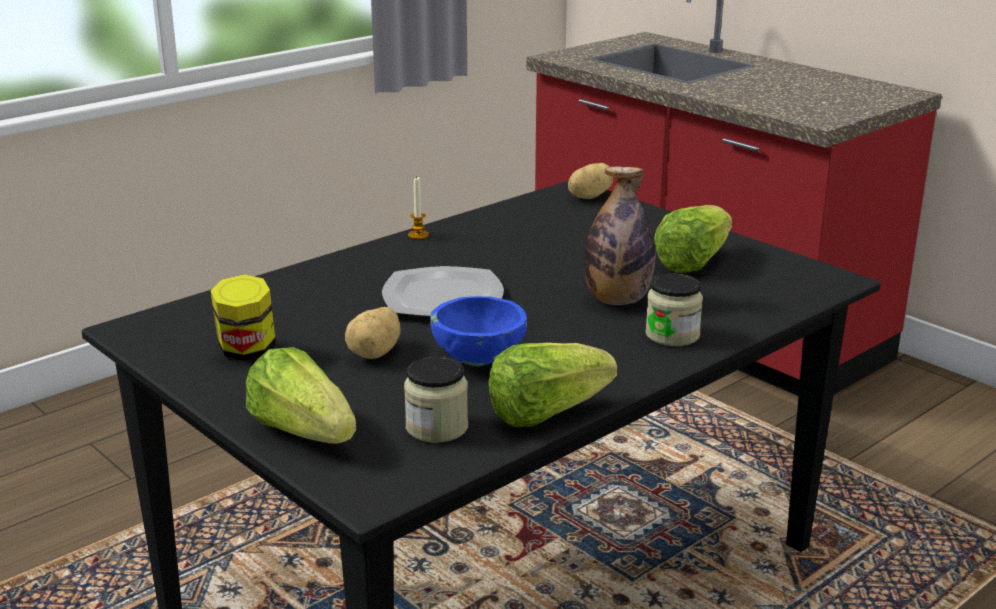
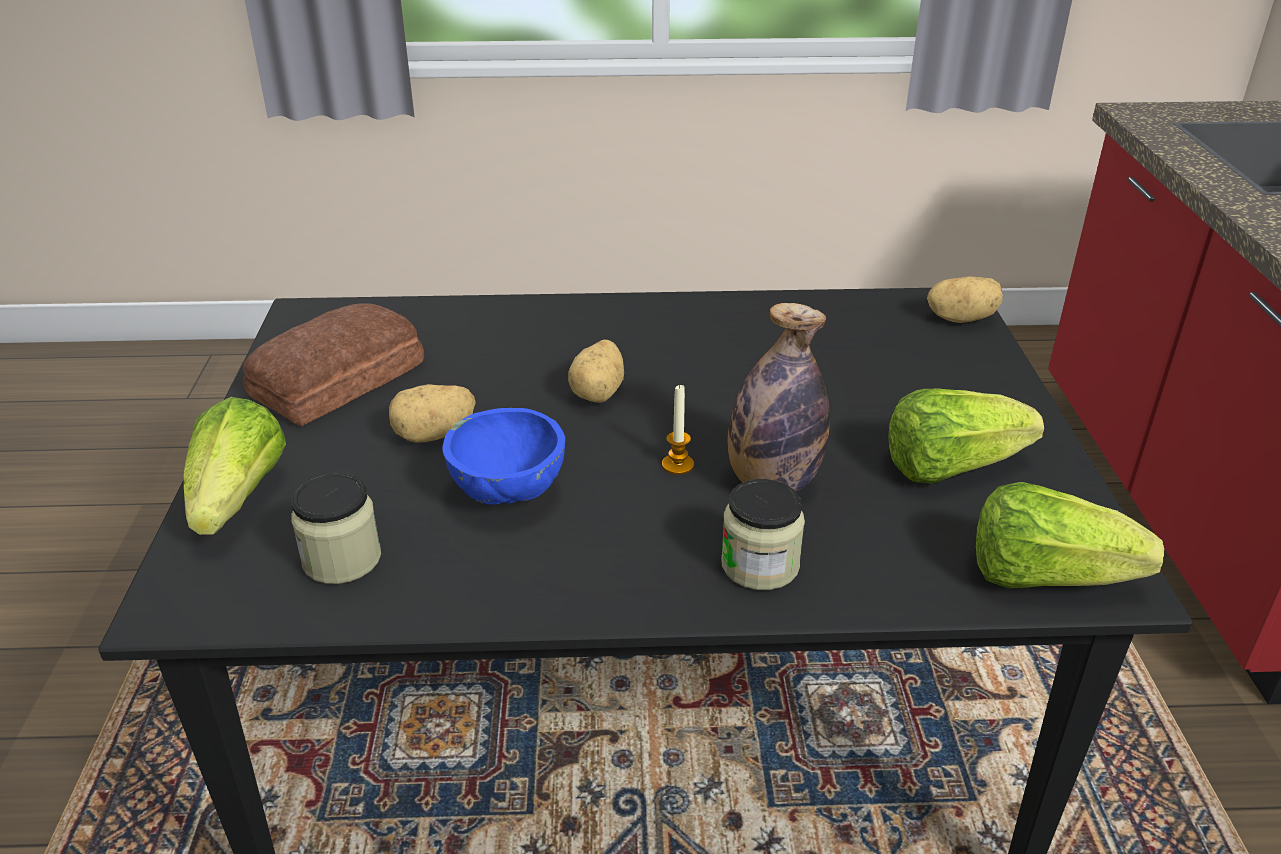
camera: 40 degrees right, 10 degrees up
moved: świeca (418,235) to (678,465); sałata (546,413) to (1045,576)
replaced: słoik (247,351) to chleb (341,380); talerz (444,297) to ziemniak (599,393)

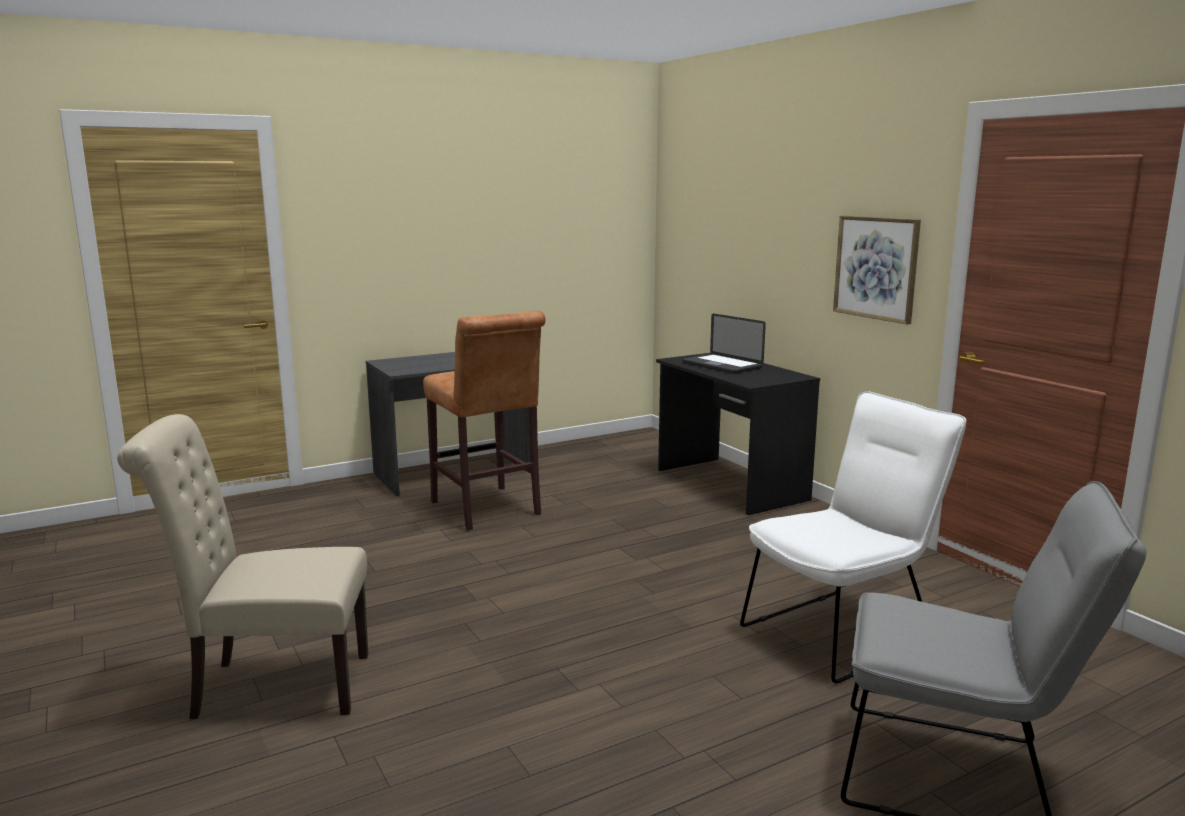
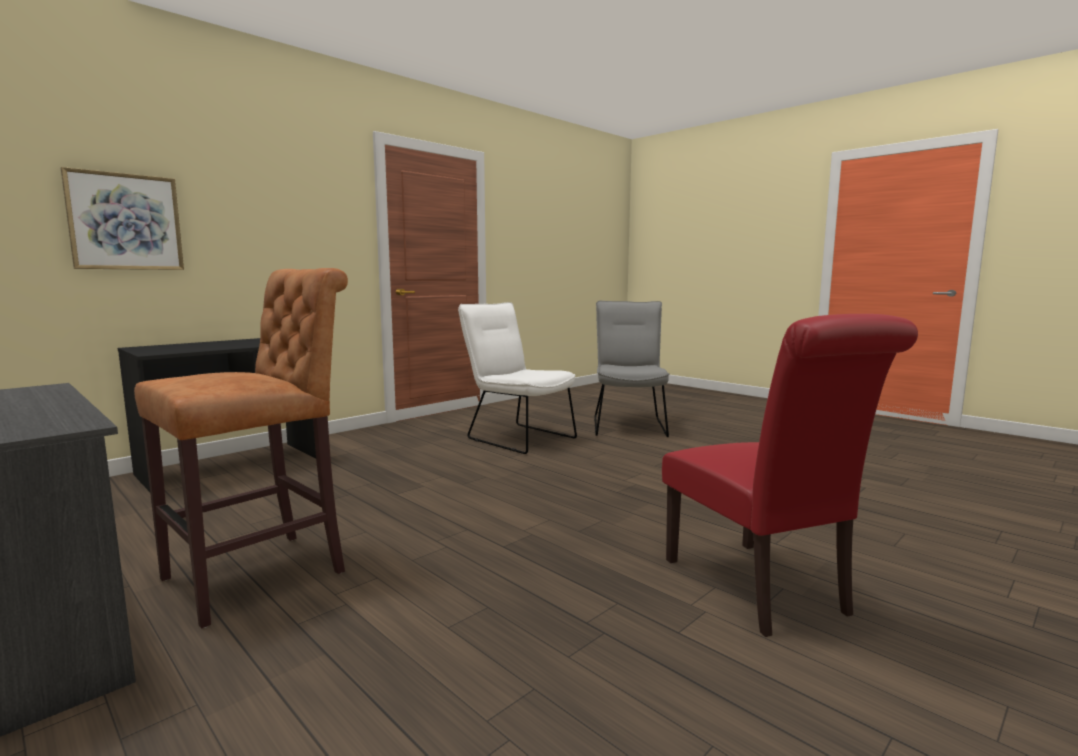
camera: 105 degrees left, 5 degrees down
removed: laptop (722,365)
moved: obraz (876,268) to (125,222)
recoloured: krzesło/beżowy (271,686) to krzesło/czerwony (761,590)

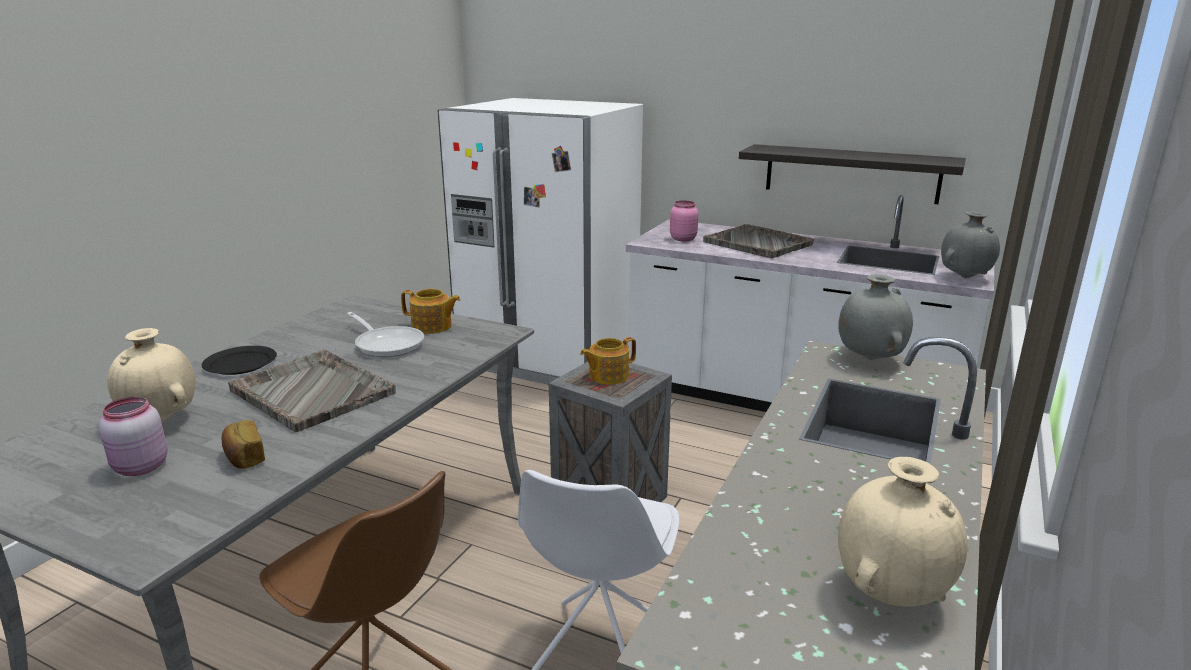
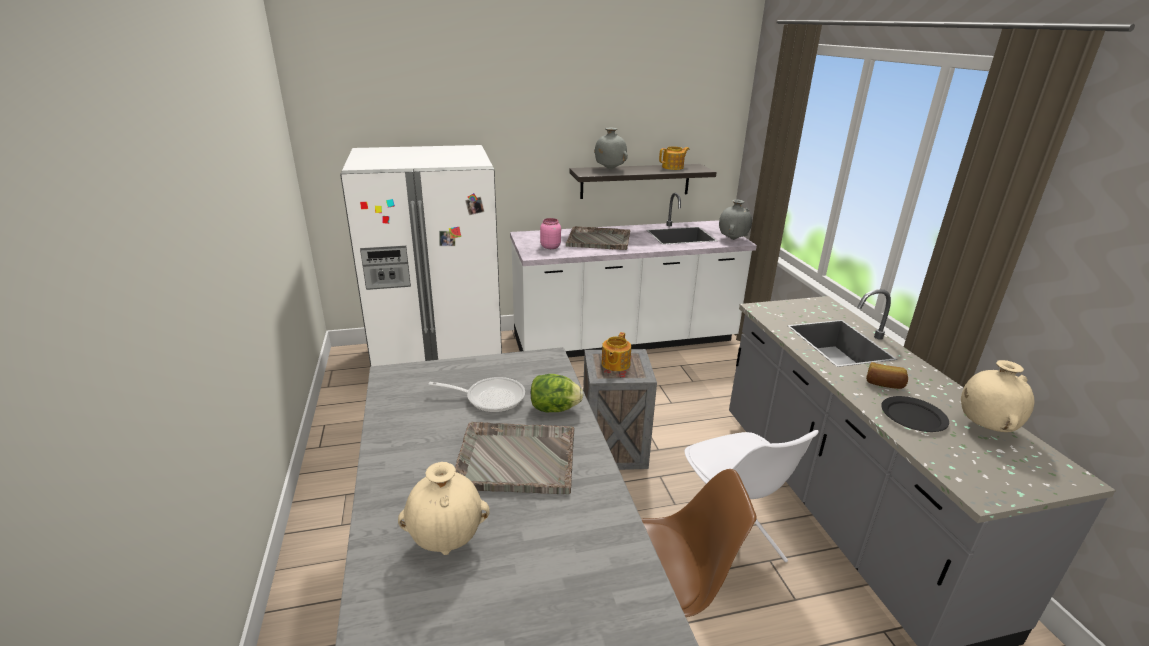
camera: 40 degrees left, 5 degrees up
removed: słoik/różowy (139,468)
added: sałata (554,409)
moved: wazon/szary (869,359) to (609,169); imbryk (432,327) to (673,167); chleb (244,457) to (884,384); talerz/czarny (241,363) to (913,416)

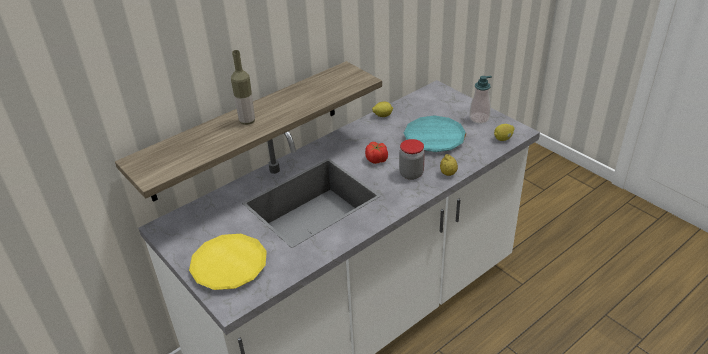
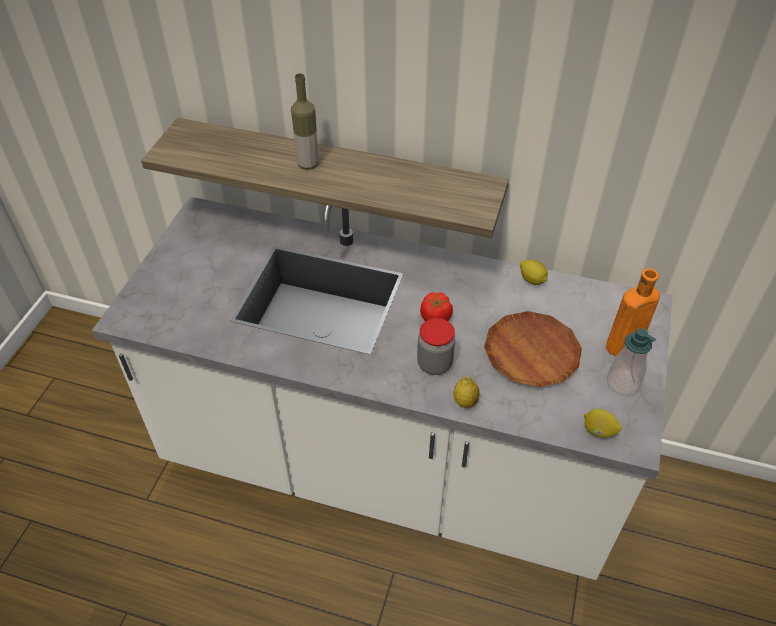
camera: 55 degrees right, 10 degrees up
removed: talerz/żółty (229,265)
added: butelka/pomarańczowy (621,347)
recoloured: talerz/turkusowy (434,138) to talerz/brązowy (531,353)

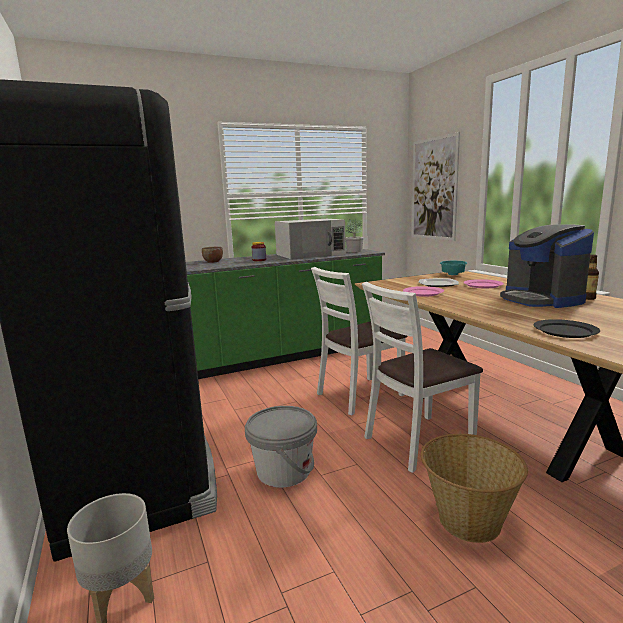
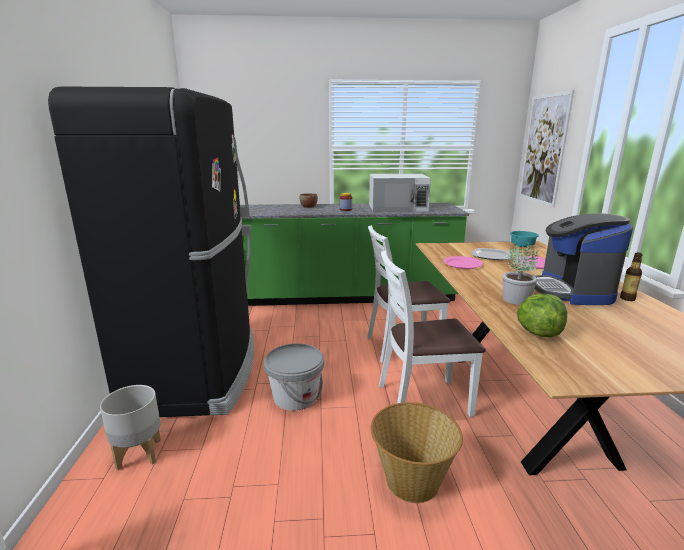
camera: 20 degrees right, 5 degrees up
moved: roślina doniczkowa (354,251) to (515,299)
replaced: talerz/czarny (565,331) to sałata (538,333)

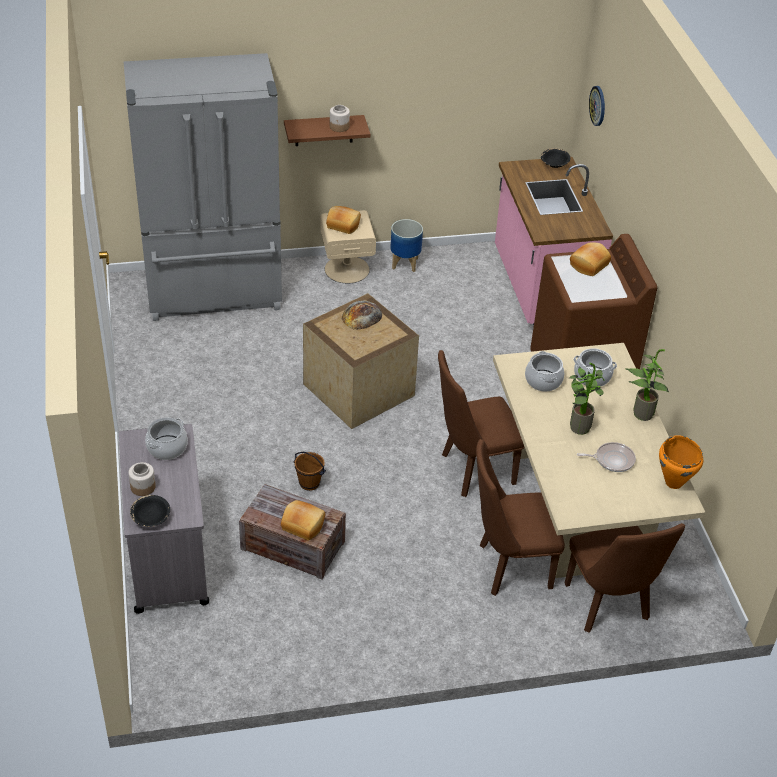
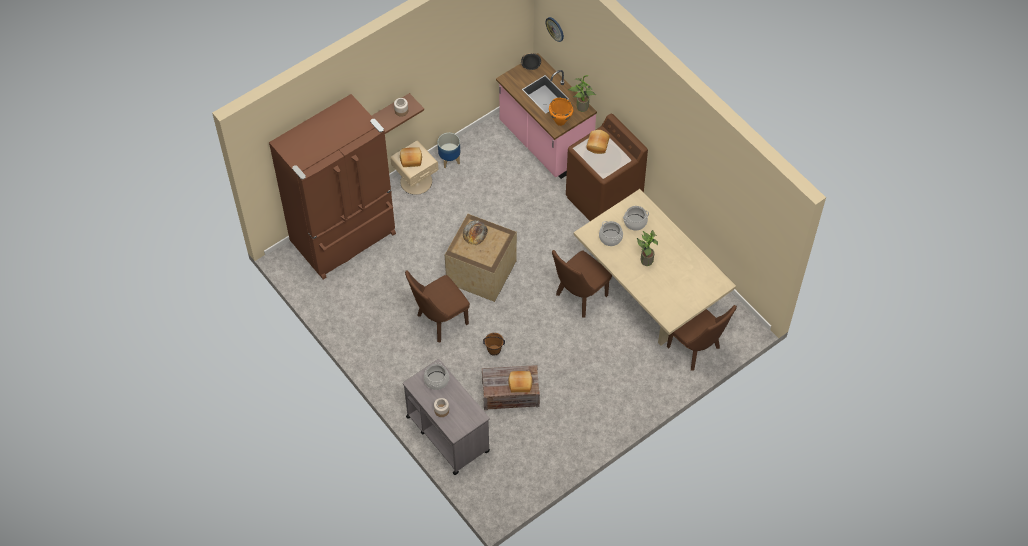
camera: 25 degrees left, 15 degrees up
removed: miska/czarny (151,518); patelnia (612,460)
moved: krzesło/brązowy (508,567) to (439,322); garnek/pomarańczowy (674,482) to (560,121); roślina doniczkowa (640,414) to (581,108)
recoloured: lodówka/szary (214,292) to lodówka/brązowy (345,239)

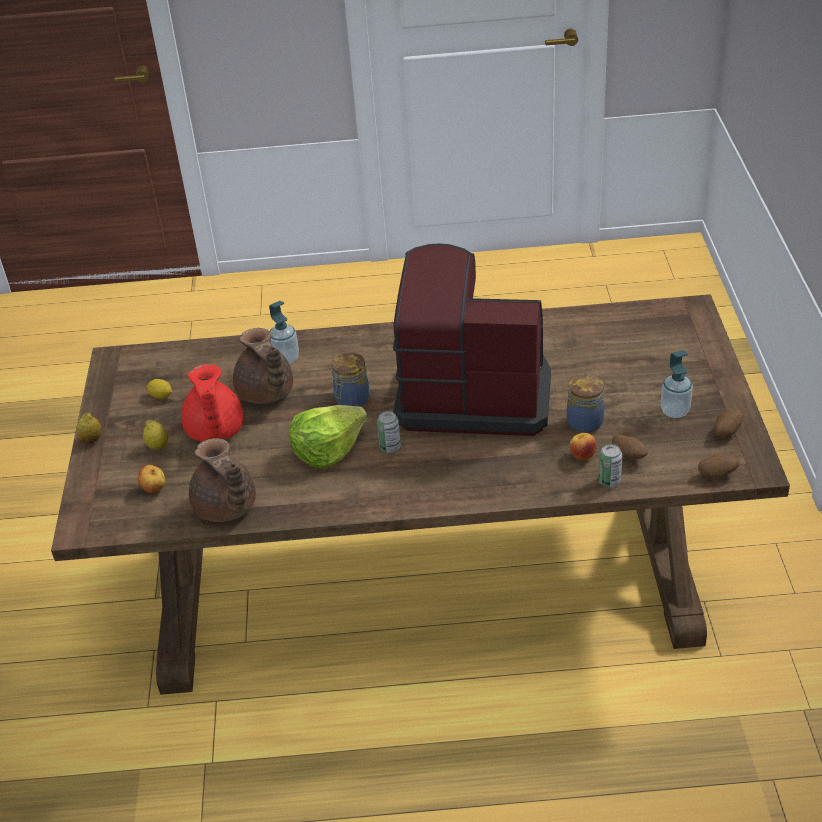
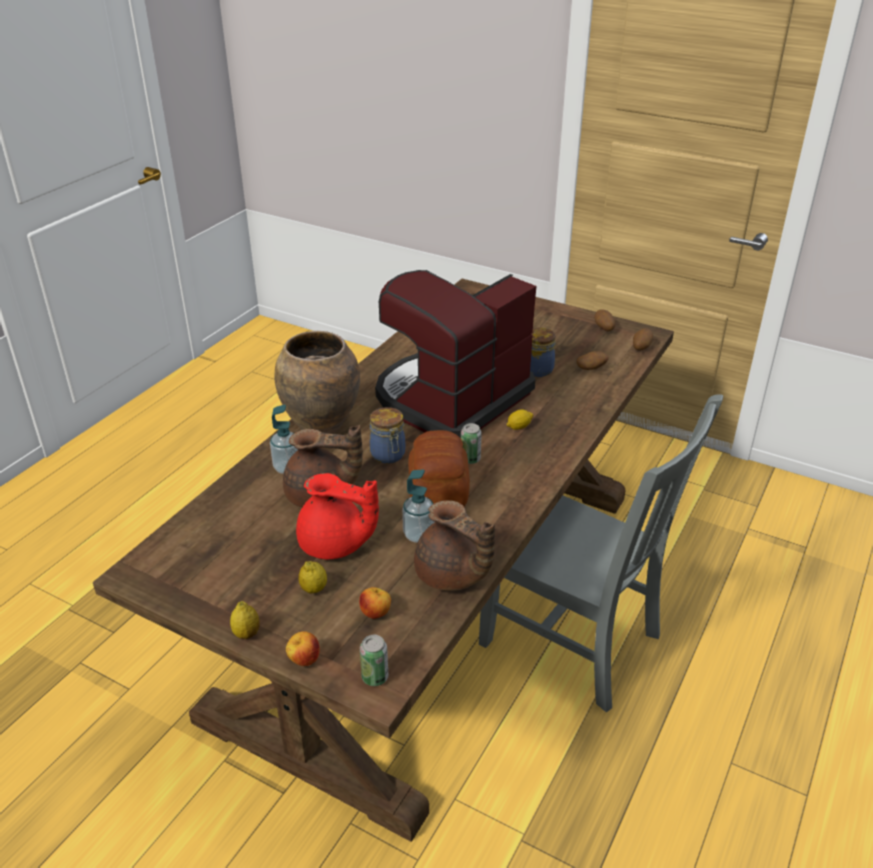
camera: 60 degrees left, 5 degrees down
added: wazon/brązowy (320,425); krzesło/szary (575,642)
moved: jabłko (582,456) to (304,660); puszka (609,481) to (375,677); dozownik mydła (675,411) to (418,535); cytryna (161,396) to (519,427)
replaced: sałata (327,450) to chleb (437,491)
turned: imbryk/brązowy (226,508) = (452,576) 45 degrees clockwise

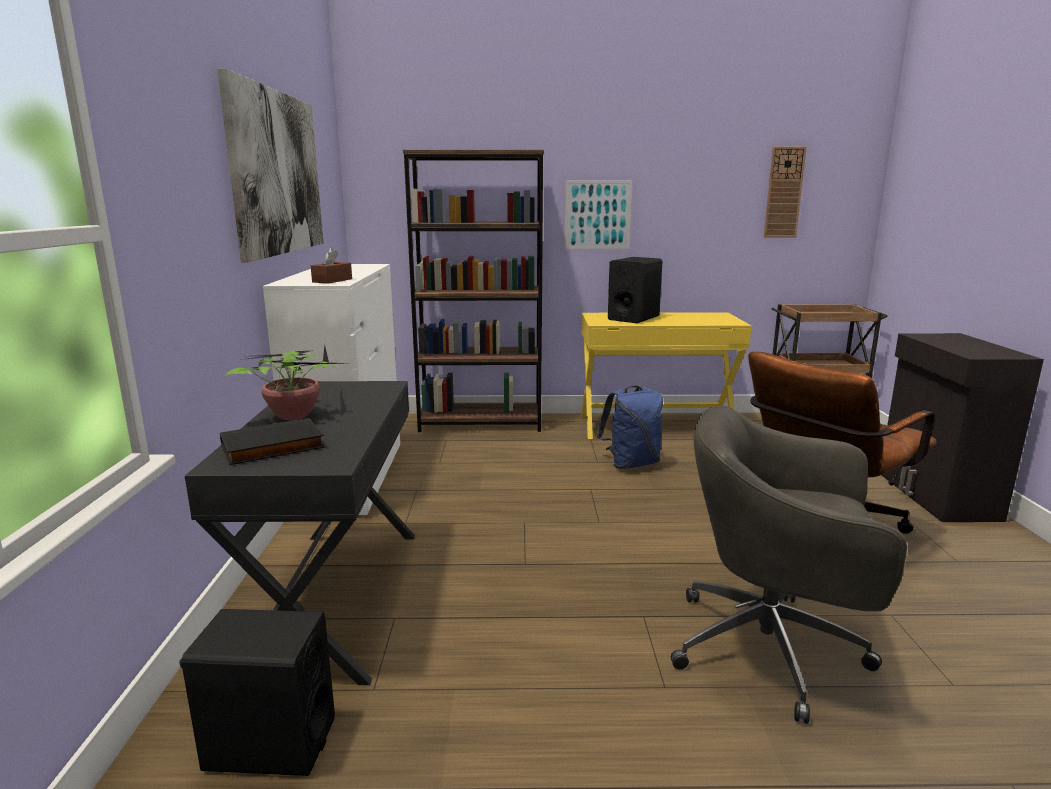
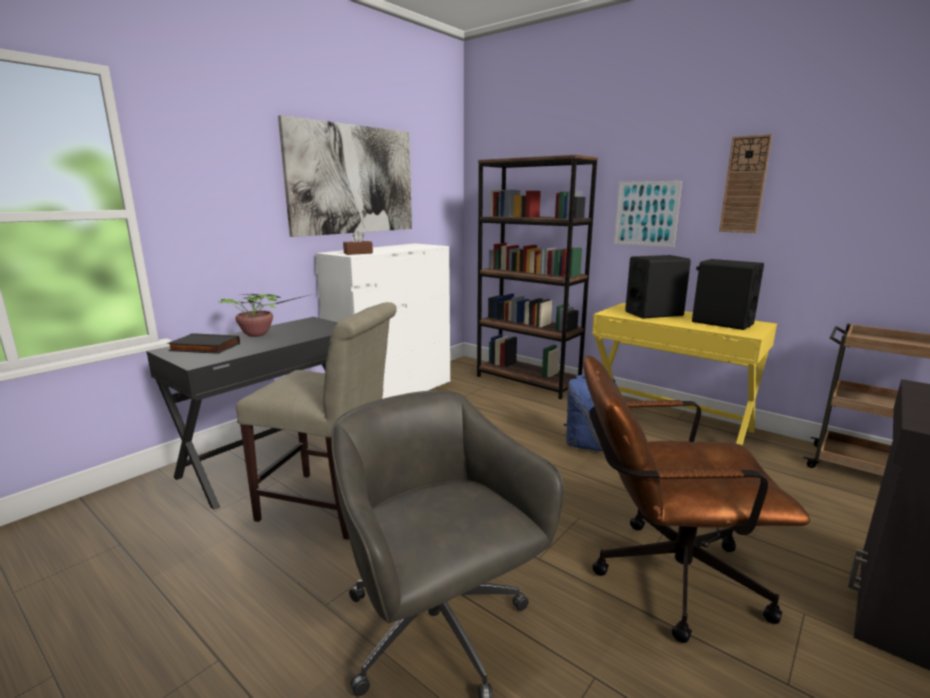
camera: 40 degrees right, 0 degrees up
added: krzesło/beżowy (331,506)
moved: głośnik/czarny (270,744) to (722,323); zegar ścienny (784,192) to (744,185)

